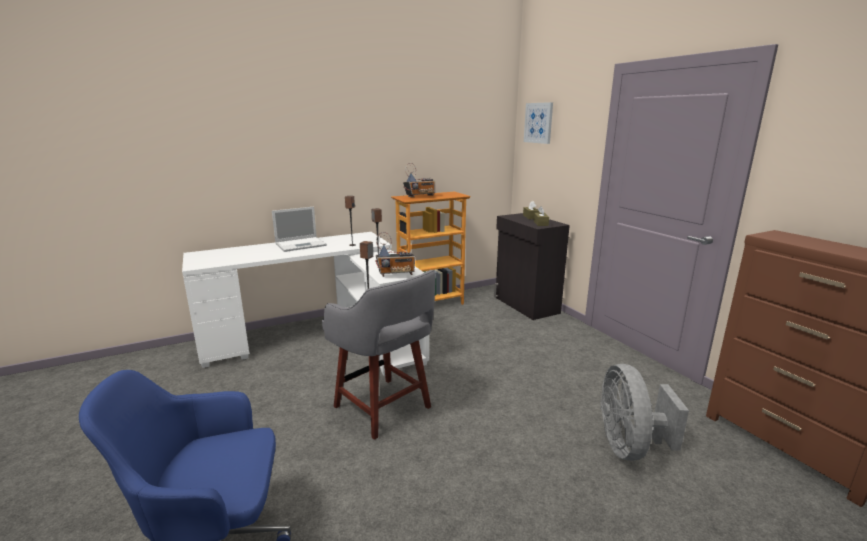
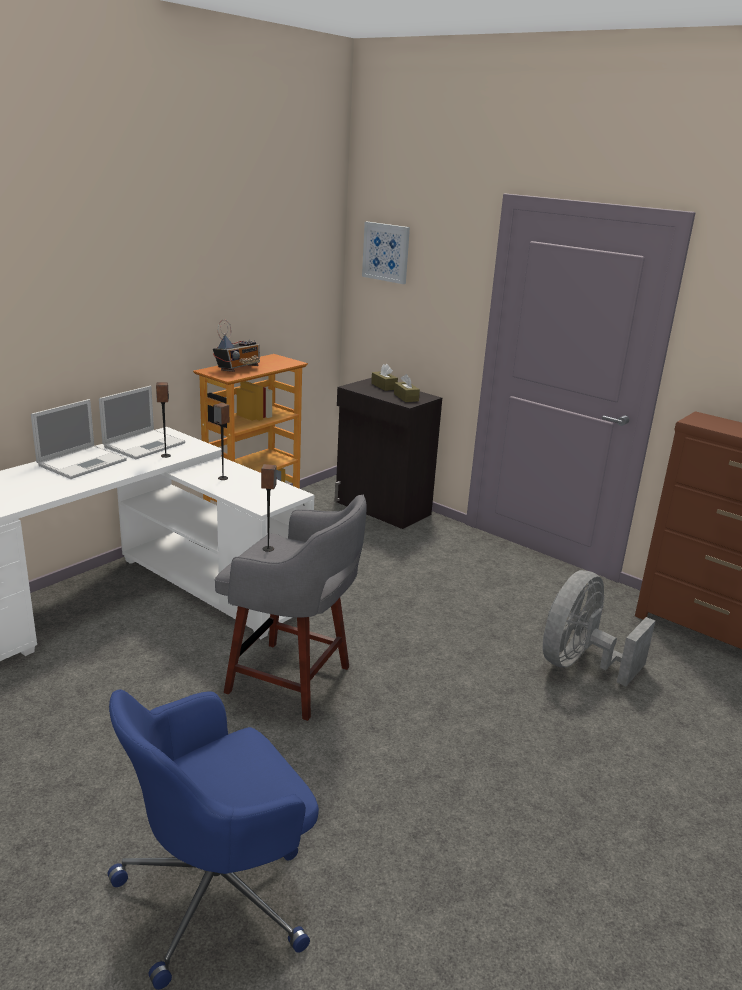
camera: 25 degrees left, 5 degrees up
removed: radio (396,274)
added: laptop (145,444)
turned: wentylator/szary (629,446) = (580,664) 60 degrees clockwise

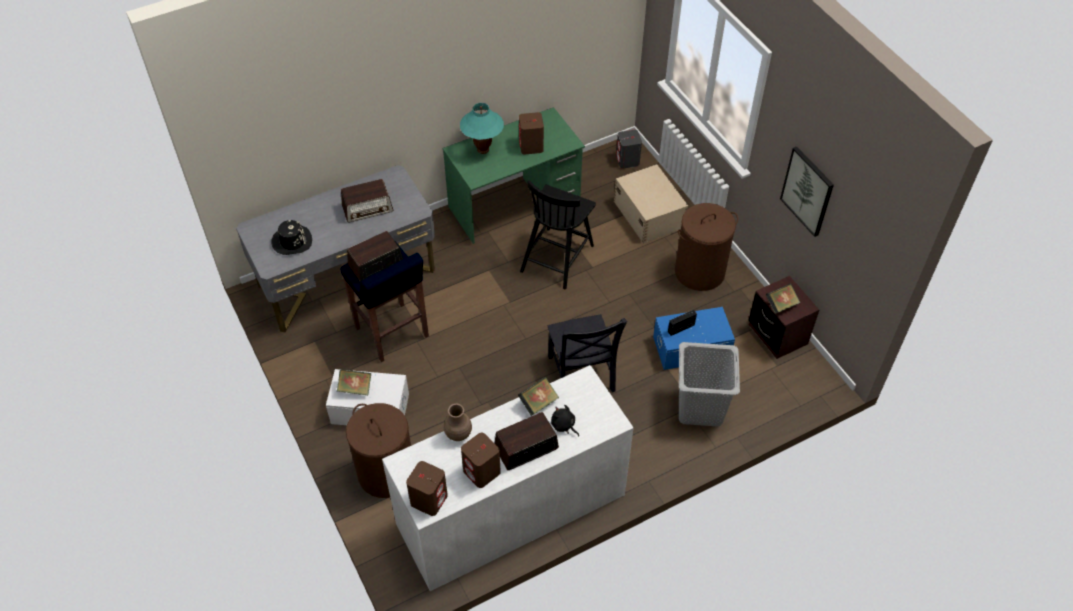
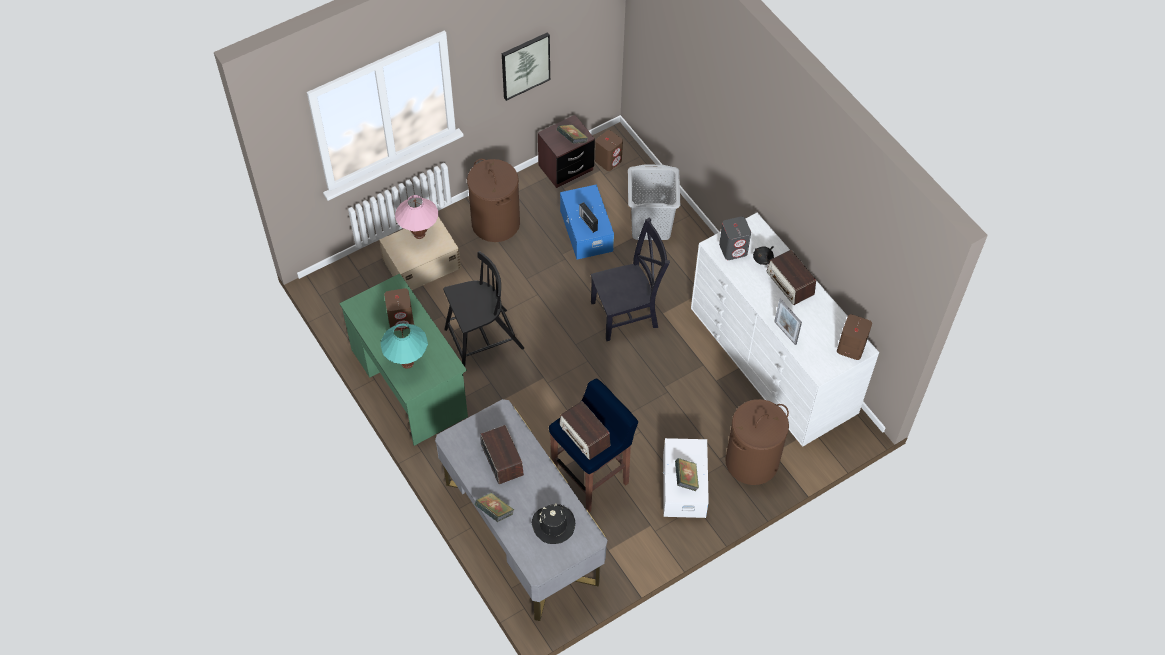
camera: 95 degrees left, 5 degrees up
added: lampa stołowa/różowy (419,234)
moved: książka (538,403) to (494,512); głośnik/brązowy (482,472) to (608,160); głośnik/szary (627,160) to (733,249)
replaced: wazon/brązowy (458,434) to ramka na zdjęcie (785,333)
turned: krzesło/czarny (557,257) = (482,340) 45 degrees counterclockwise

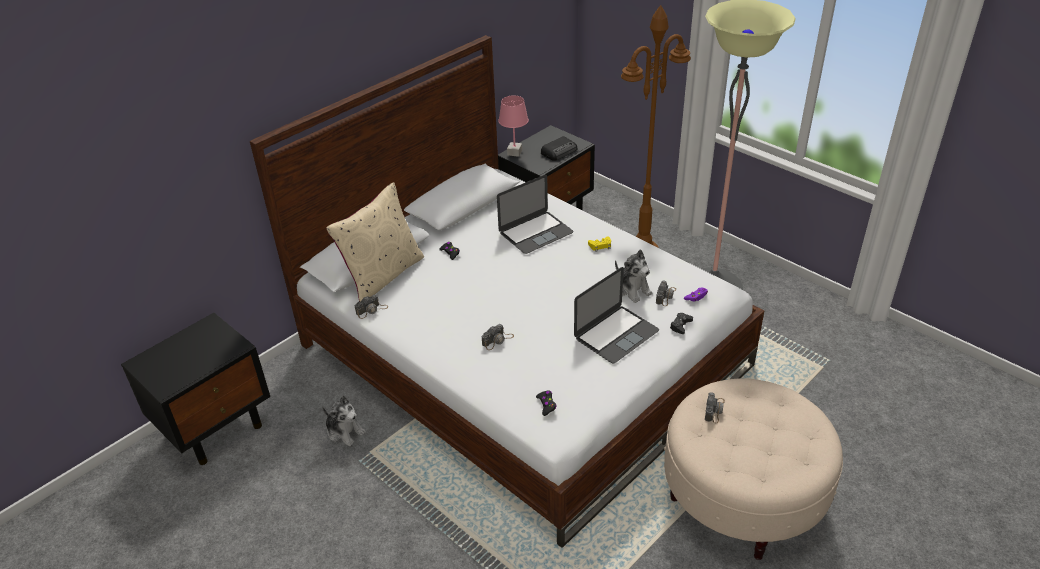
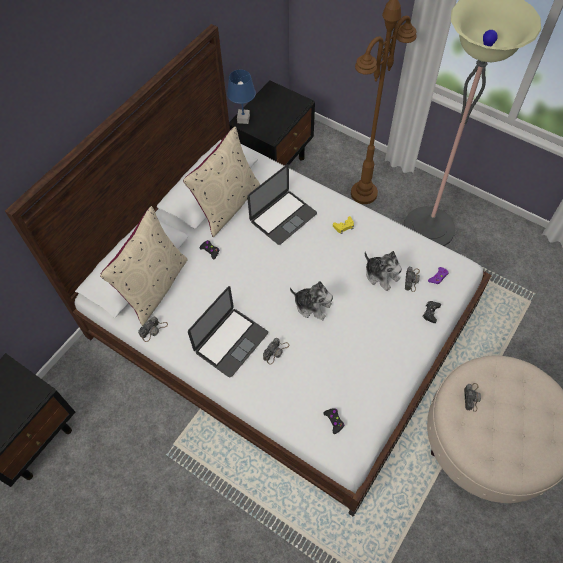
camera: 10 degrees left, 20 degrees up
removed: radio (559,151)
added: poduszka/beżowy (227,205)
moved: laptop (616,334) to (231,342); pluszak (345,431) to (312,305)
recoloured: lampa stołowa/różowy (514,152) to lampa stołowa/niebieski (243,119)

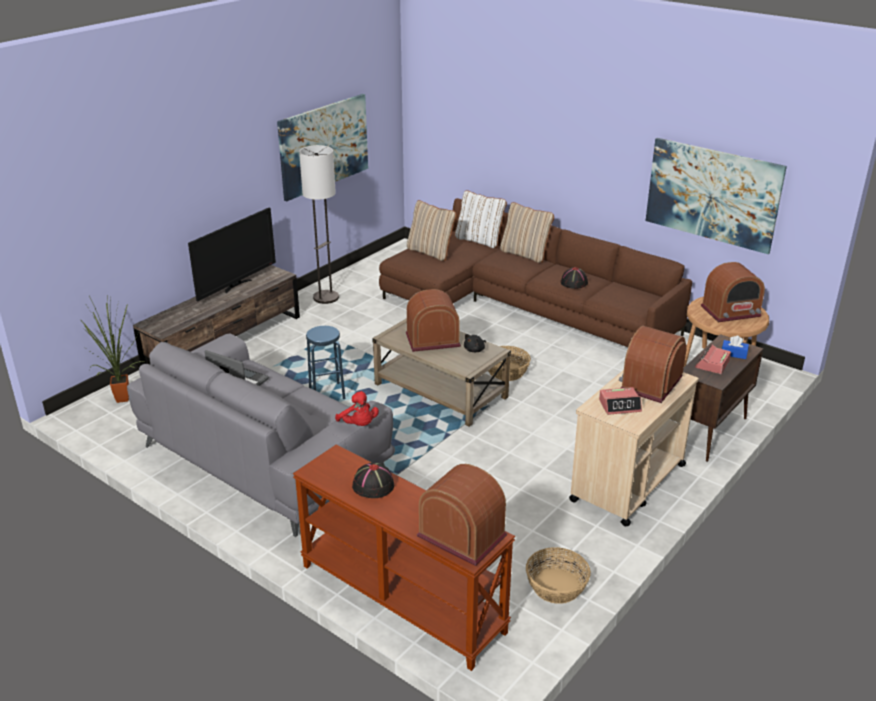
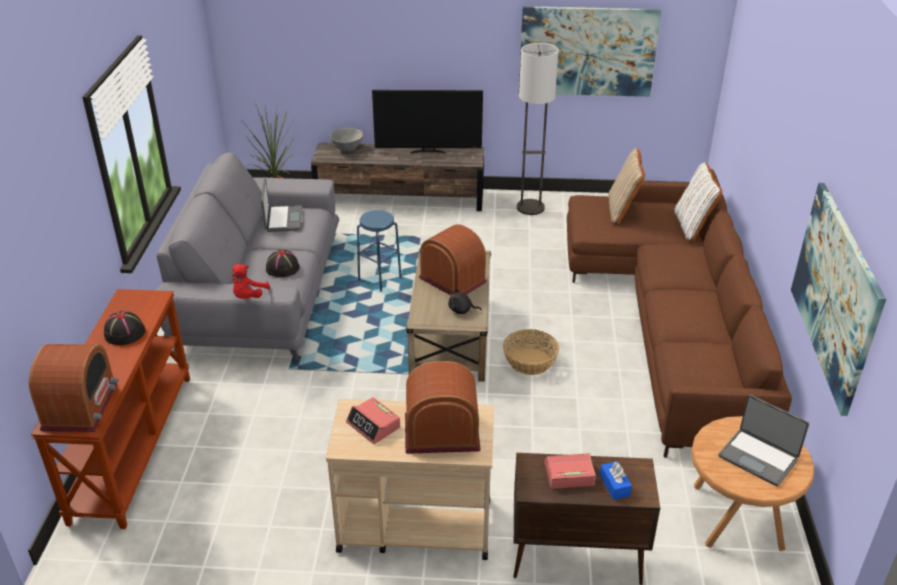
camera: 55 degrees right, 5 degrees up
removed: poduszka/beżowy (525,254); koszyk (556,586)
added: miska/szary (347,149)
moved: kapelusz/czarny (574,283) to (282,268)
replaced: radio (731,311) to laptop (758,457)

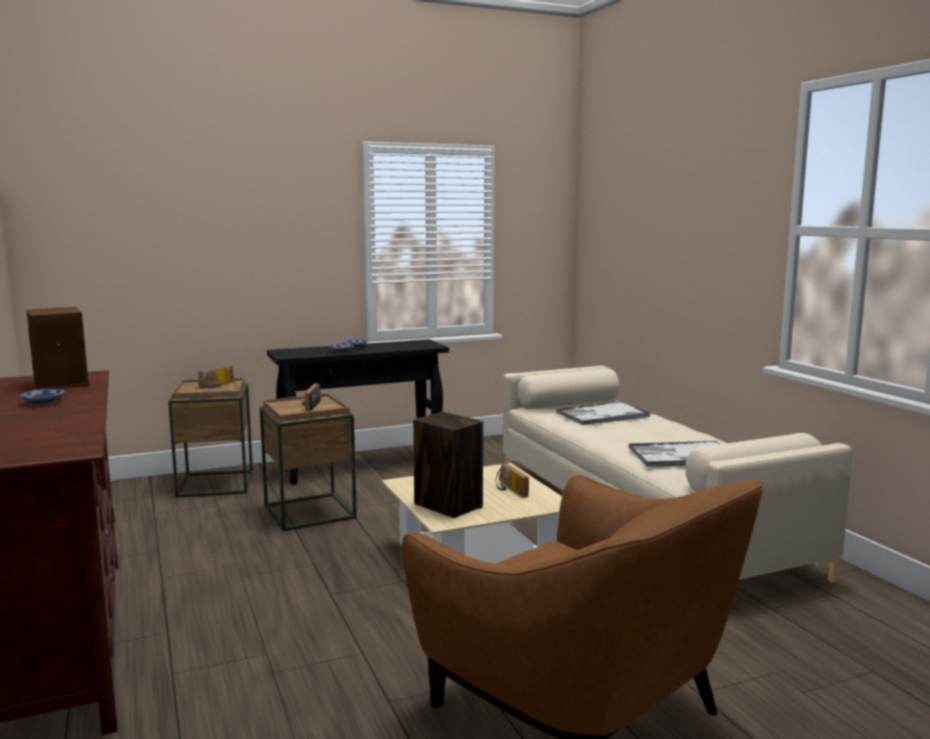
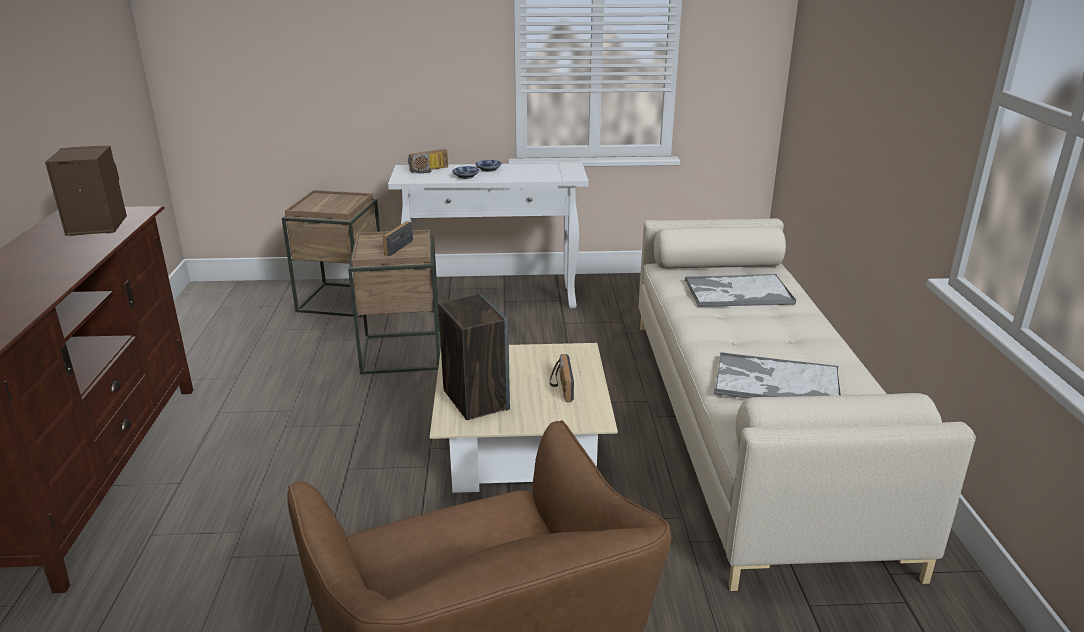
camera: 20 degrees right, 15 degrees up
removed: miska (45,402)
moved: radio (217,385) to (429,170)
recoloured: stolik konsolowy/czarny (362,467) to stolik konsolowy/biały (494,299)

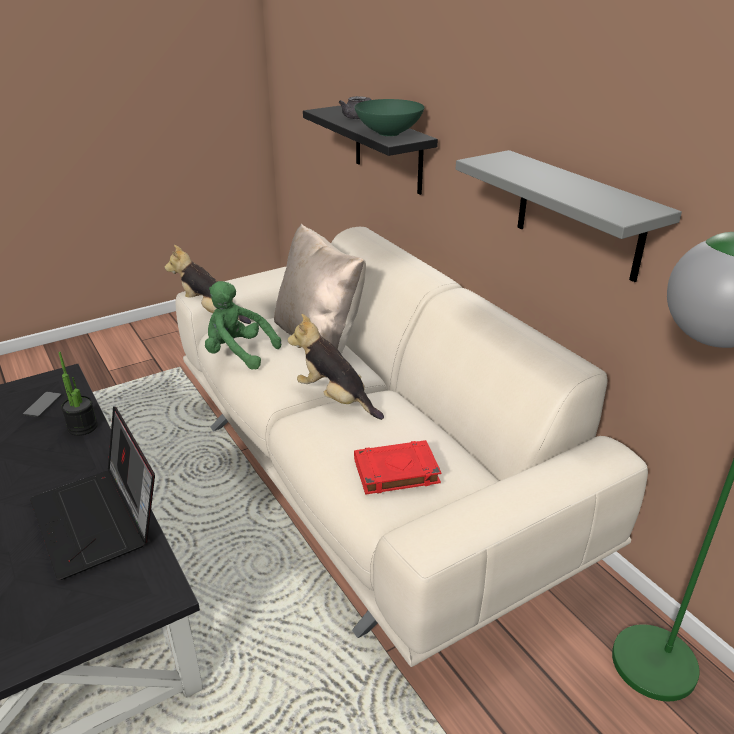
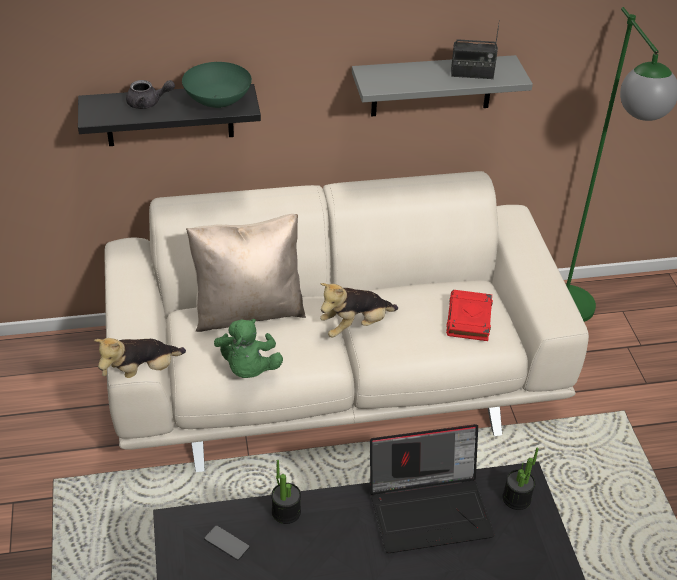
camera: 70 degrees left, 10 degrees up
added: radio (472,74); roślina doniczkowa (516,498)
turned: pluszak/zielony (238,353) = (248,368) 45 degrees counterclockwise

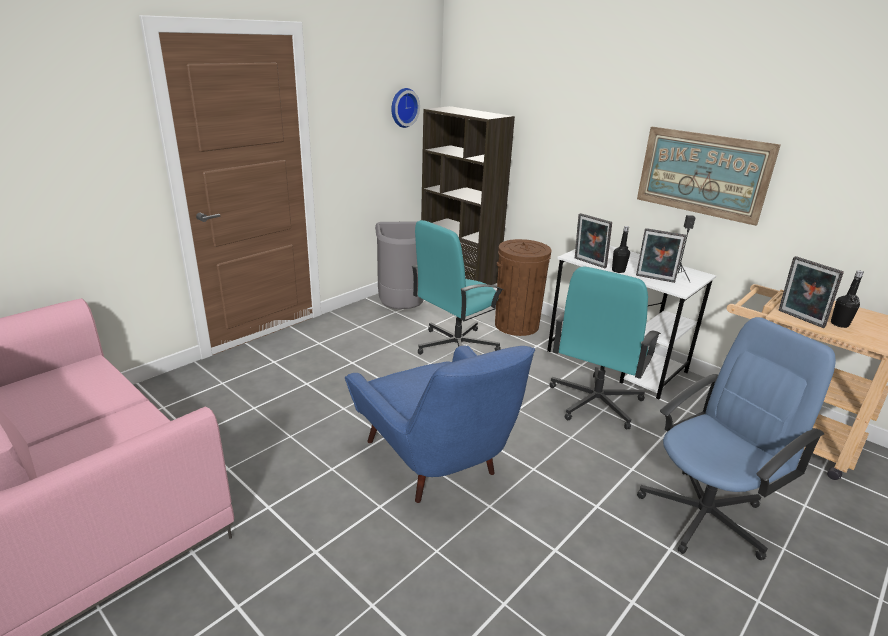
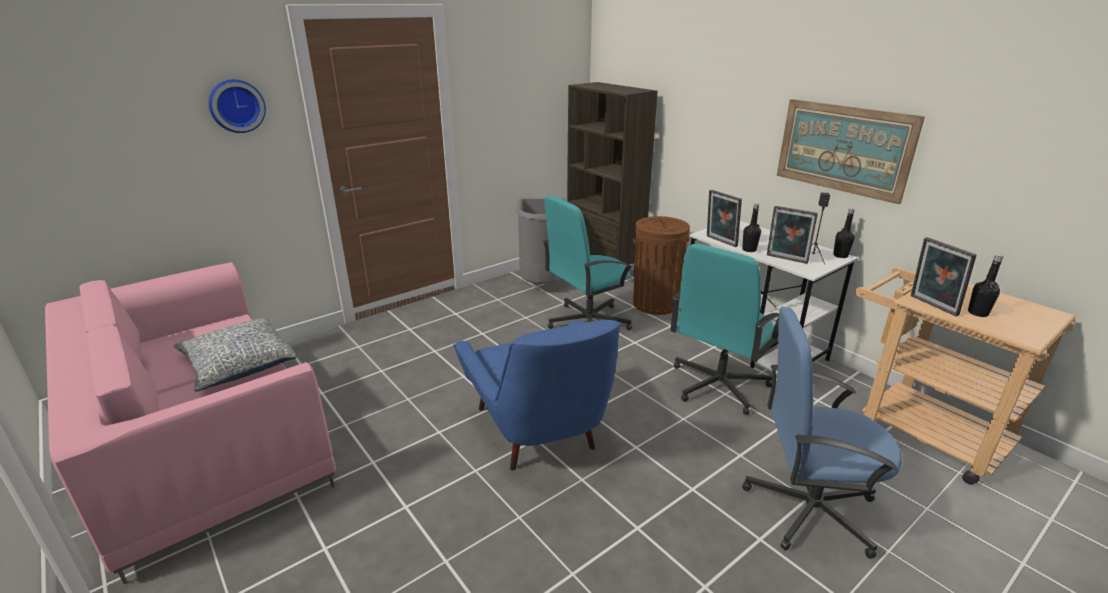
camera: 10 degrees right, 0 degrees up
added: poduszka (238,364); butelka/czarny (840,255)
moved: zegar ścienny (403,107) to (236,106)
turned: krzesło biurowe/niebieski (705,515) = (808,508) 150 degrees counterclockwise

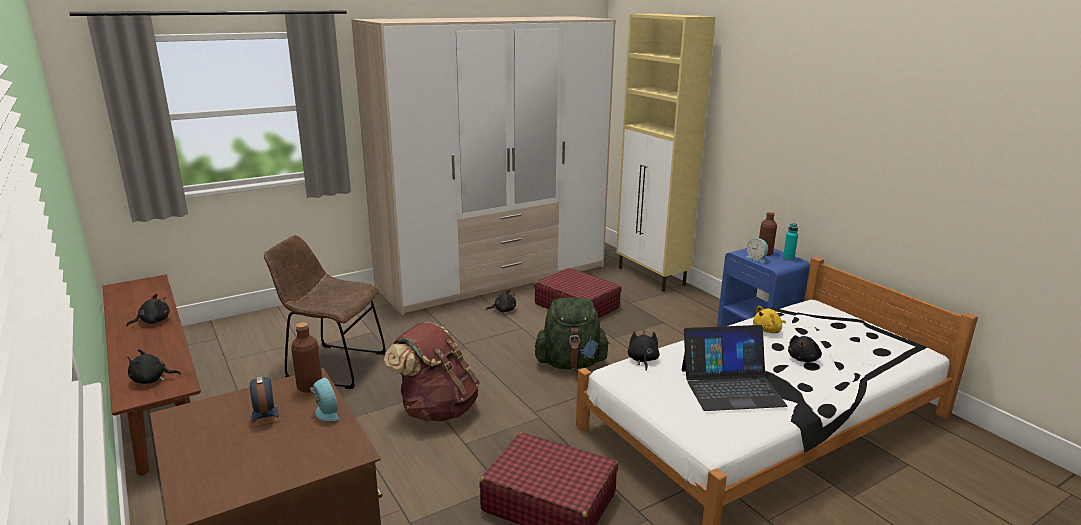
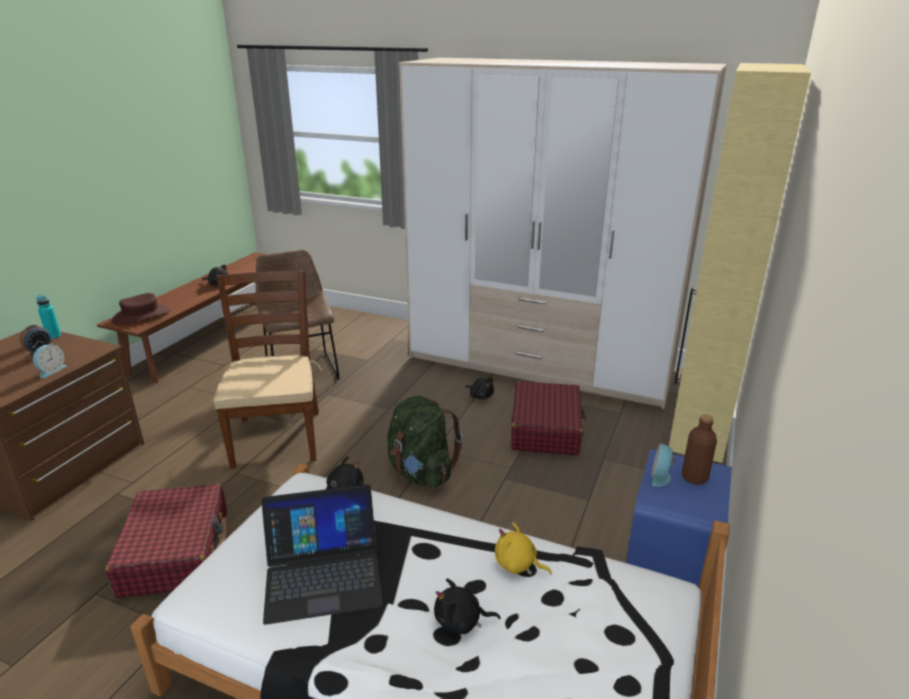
camera: 55 degrees right, 5 degrees up
removed: butelka/brązowy (310,387)
moved: butelka/turkusowy (788,258) to (54,336)
replaced: pluszak/czarny (152,380) to kapelusz/brązowy (141,316); plecak/brązowy (437,409) to krzesło/brązowy (277,438)
turned: laptop (731,387) = (323,574) 60 degrees counterclockwise

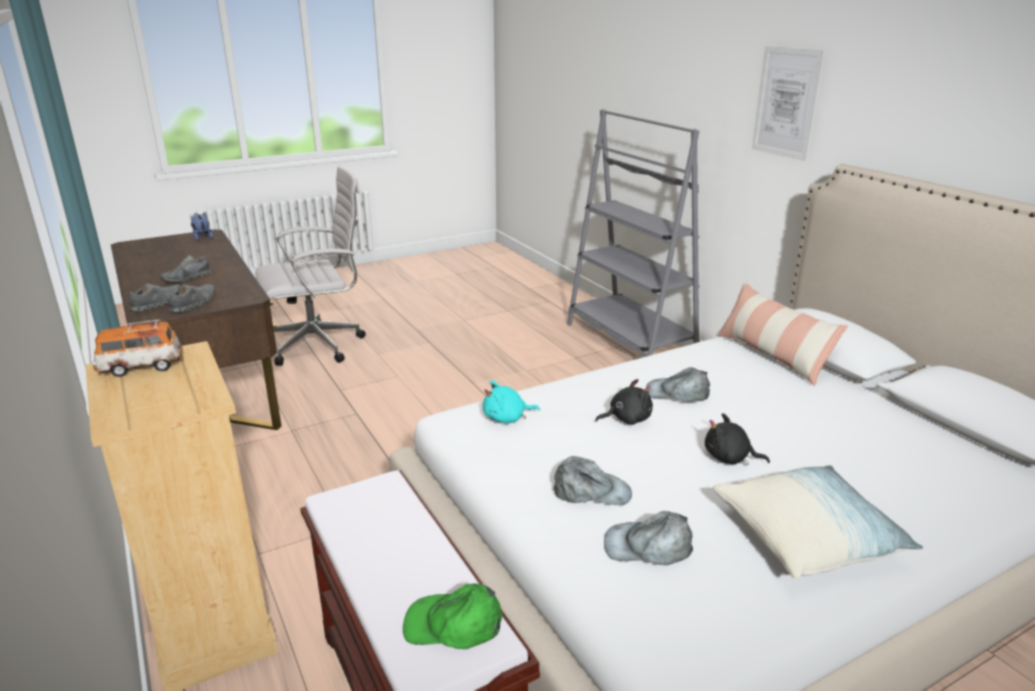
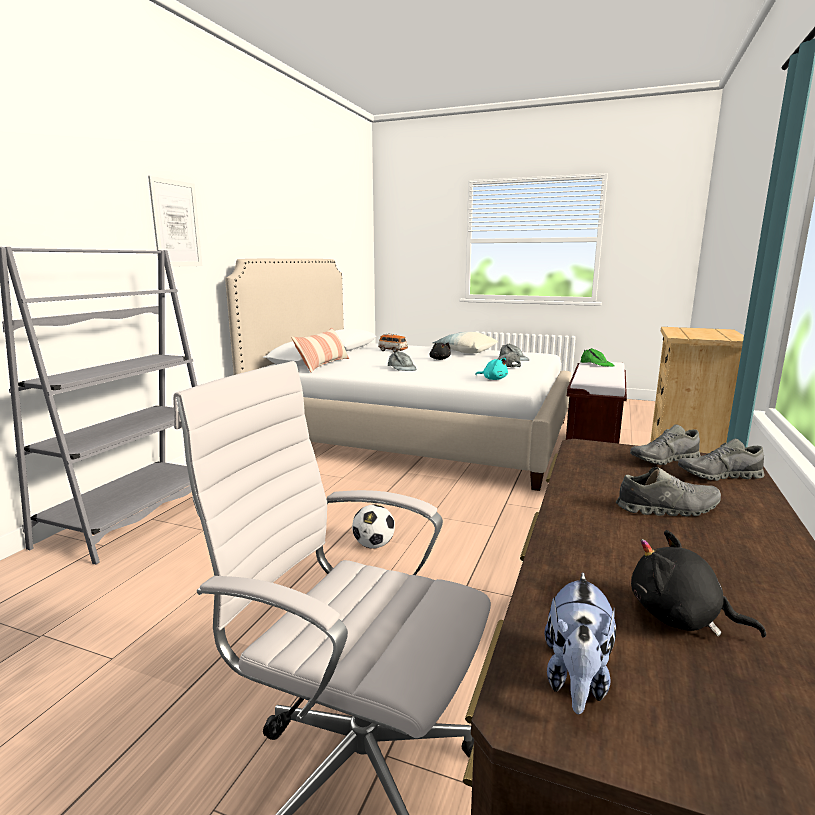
camera: 130 degrees left, 10 degrees down
added: piłka futbolowa (373,545)
moved: samochodzik (141,367) to (393,351); pluszak/czarny (627,419) to (680,618)

